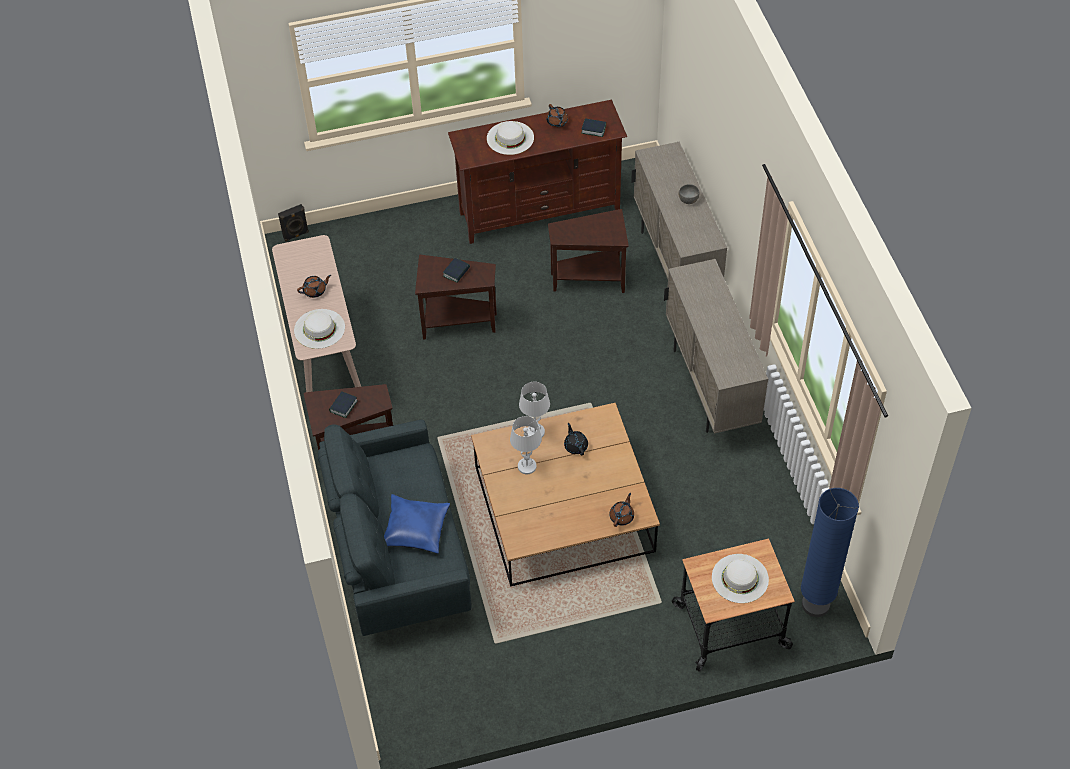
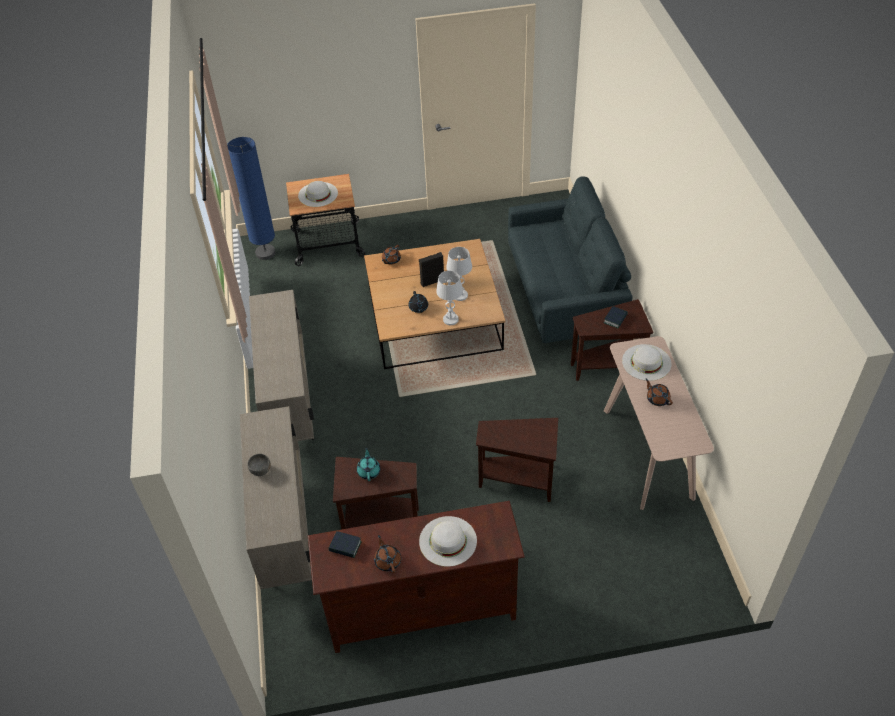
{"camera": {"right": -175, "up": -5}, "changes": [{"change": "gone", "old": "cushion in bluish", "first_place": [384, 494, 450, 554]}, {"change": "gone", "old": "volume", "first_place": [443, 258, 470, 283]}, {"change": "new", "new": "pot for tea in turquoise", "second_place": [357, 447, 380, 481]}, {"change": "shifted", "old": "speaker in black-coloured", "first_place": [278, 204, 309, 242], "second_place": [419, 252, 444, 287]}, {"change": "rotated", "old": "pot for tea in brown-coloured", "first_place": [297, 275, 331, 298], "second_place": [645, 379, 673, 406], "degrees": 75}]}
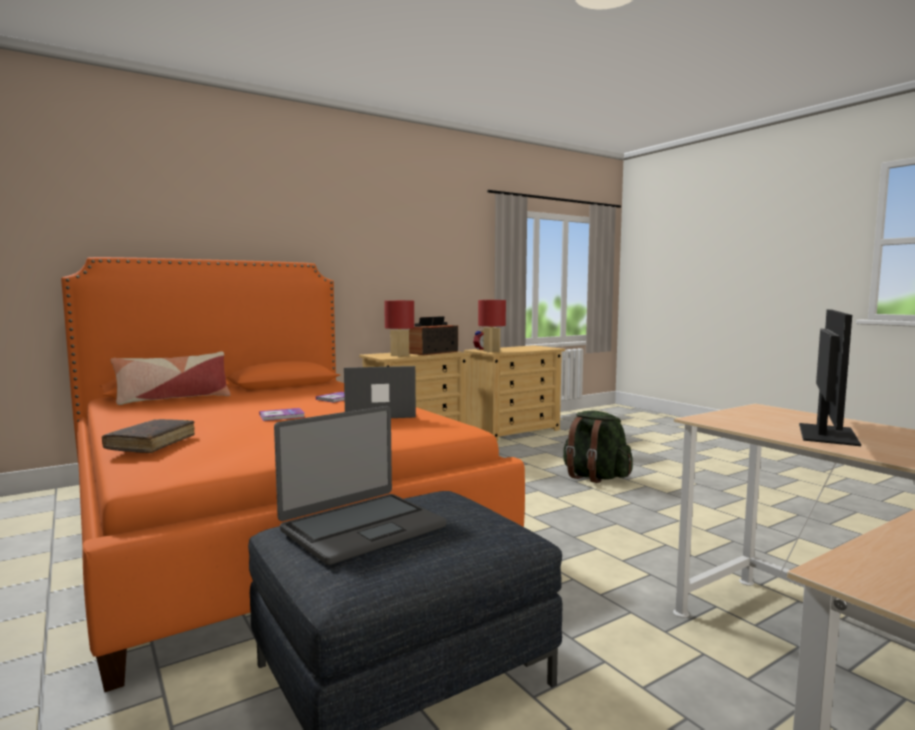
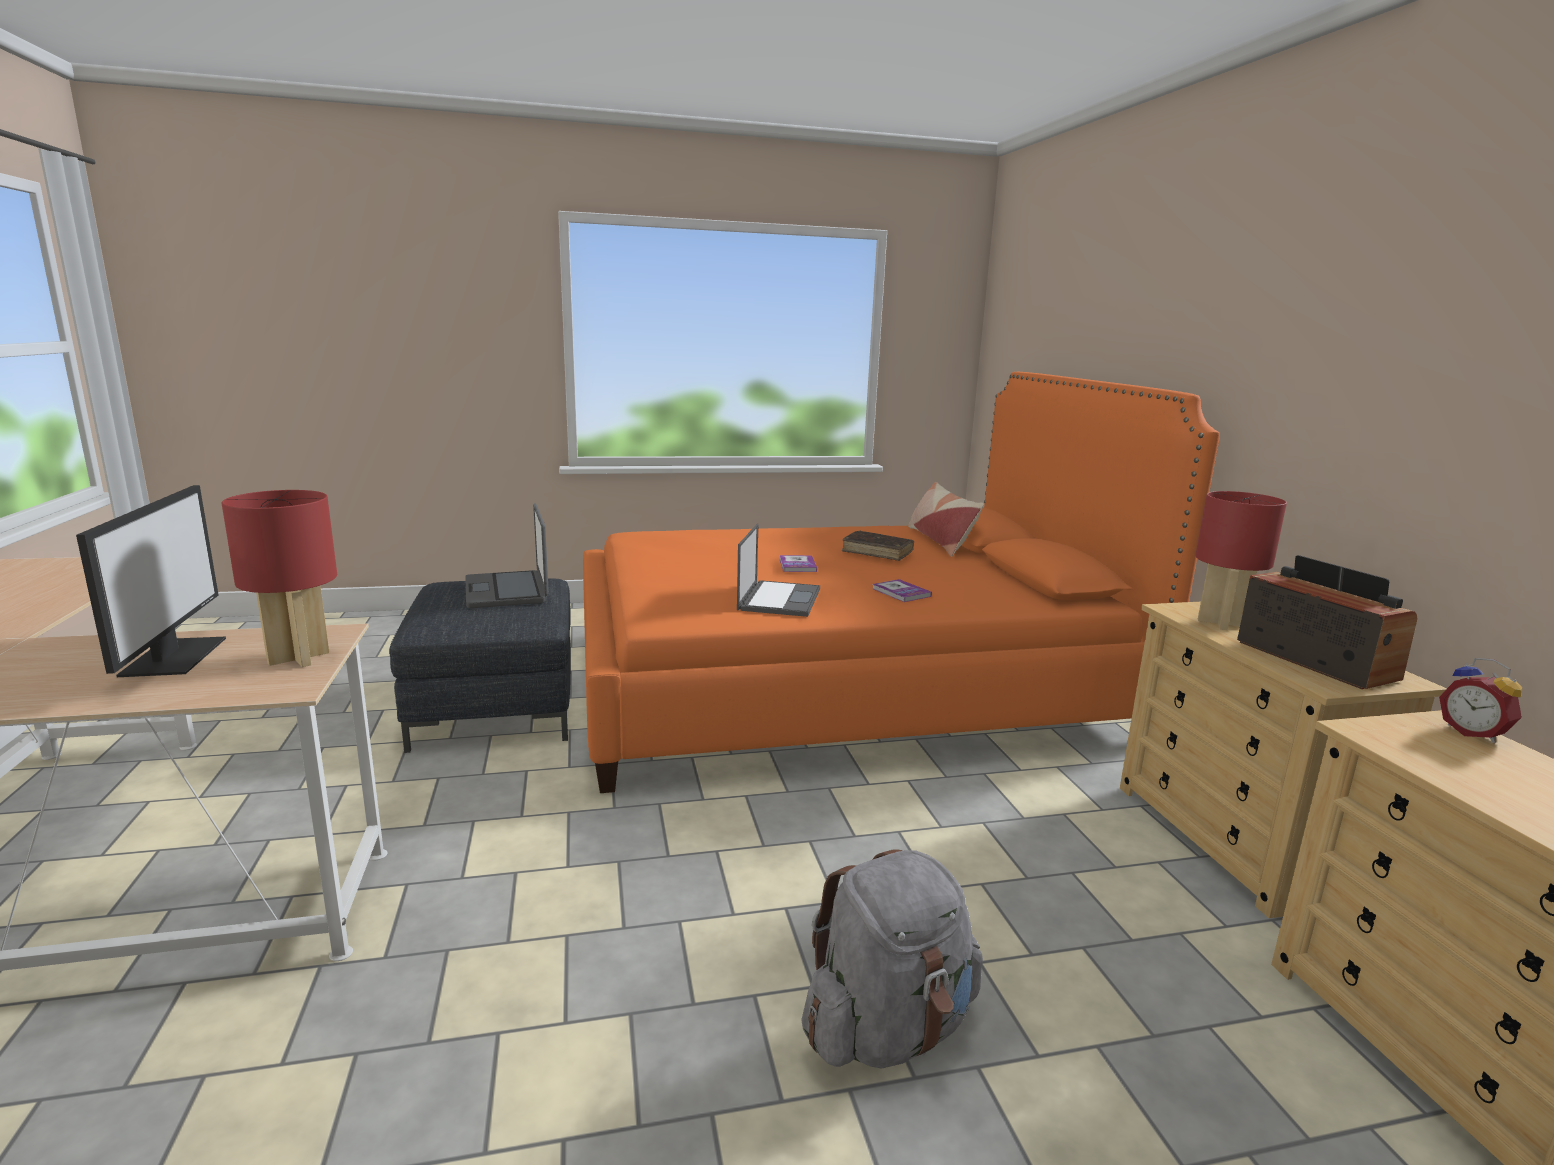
{"camera": {"right": 110, "up": 10}, "changes": [{"change": "shifted", "old": "volume in brown-coloured", "first_place": [102, 419, 195, 453], "second_place": [842, 531, 914, 561]}, {"change": "shifted", "old": "table lamp in reddish", "first_place": [478, 300, 506, 353], "second_place": [221, 490, 337, 667]}, {"change": "repainted", "old": "rucksack in green", "new": "rucksack in gray", "first_place": [563, 411, 632, 483], "second_place": [801, 849, 983, 1069]}, {"change": "rotated", "old": "computer display", "first_place": [799, 309, 861, 446], "second_place": [76, 485, 226, 677], "degrees": -150}]}
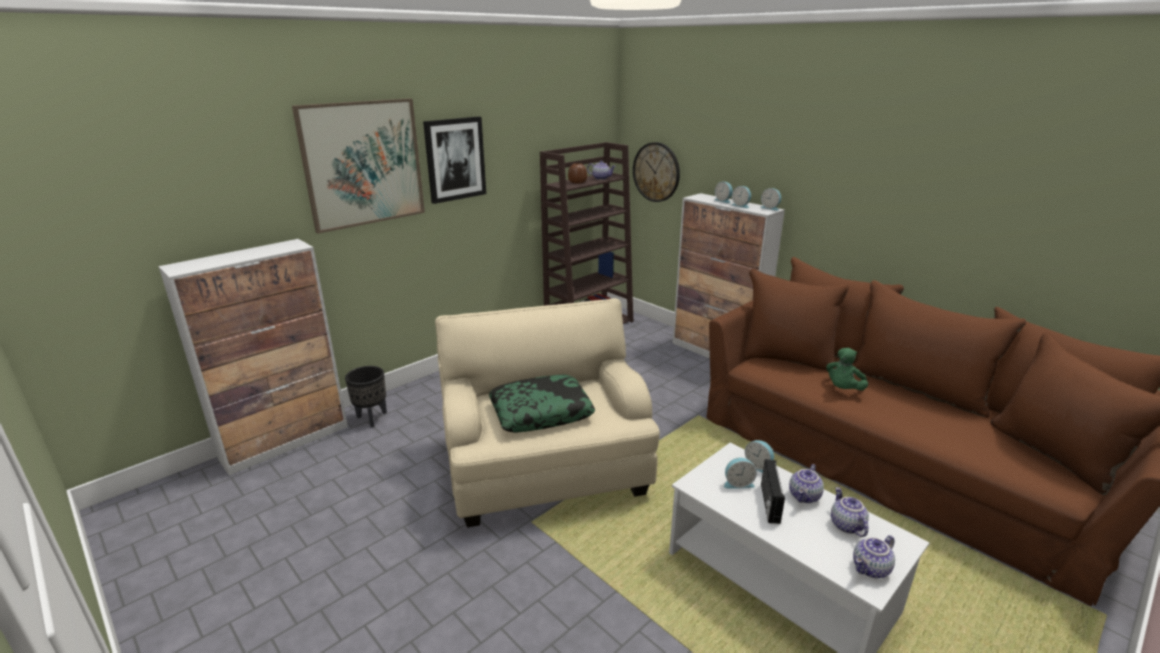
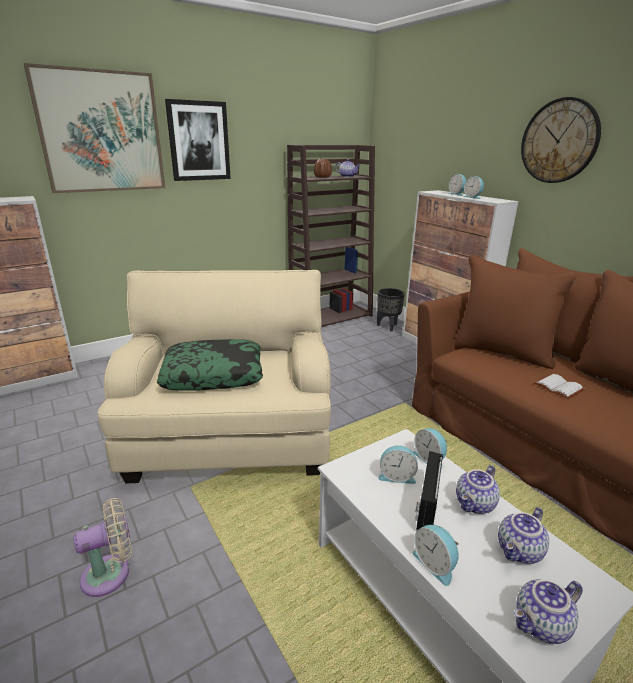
{"camera": {"right": 10, "up": 0}, "changes": [{"change": "new", "new": "cooling fan in beige", "second_place": [73, 498, 132, 597]}, {"change": "shifted", "old": "flower pot in black-coloured", "first_place": [345, 366, 387, 427], "second_place": [377, 288, 405, 332]}, {"change": "shifted", "old": "wall clock", "first_place": [633, 142, 680, 202], "second_place": [521, 97, 601, 183]}, {"change": "shifted", "old": "bedside clock", "first_place": [760, 188, 781, 211], "second_place": [412, 525, 459, 586]}, {"change": "swapped", "old": "soft toy in green", "new": "volume in white", "first_place": [826, 348, 868, 391], "second_place": [534, 374, 585, 399]}, {"change": "rotated", "old": "pot for tea", "first_place": [831, 487, 869, 537], "second_place": [498, 507, 549, 564], "degrees": -135}]}
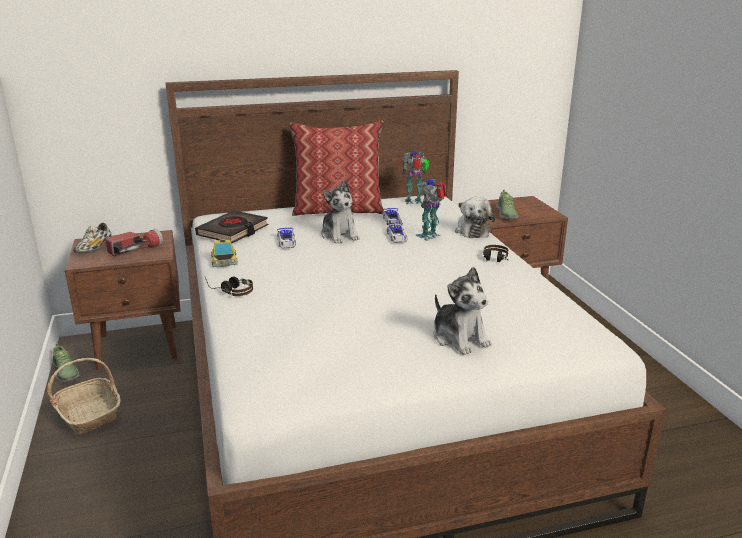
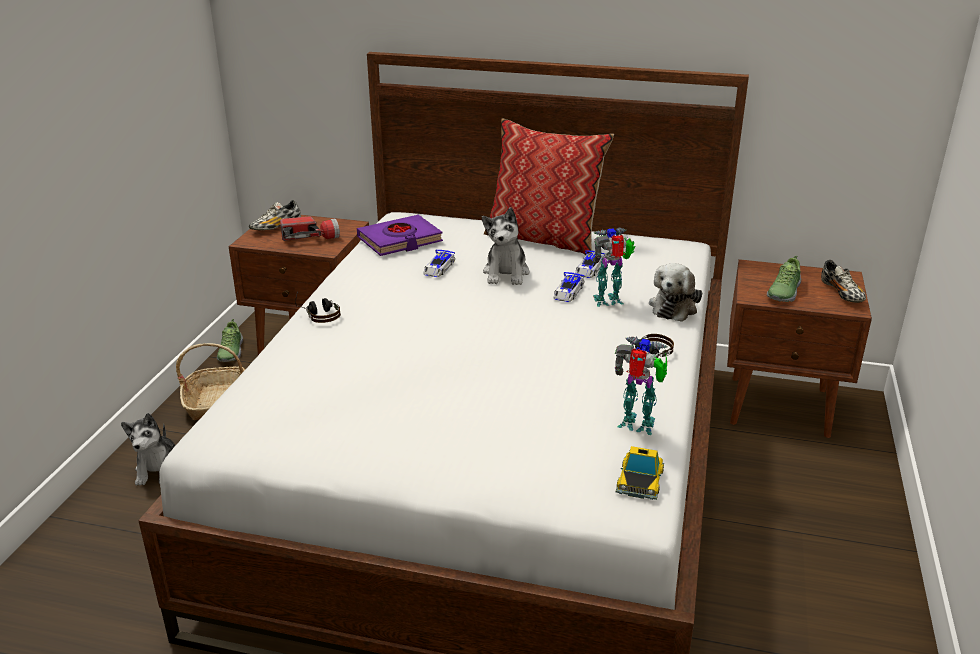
{"camera": {"right": 30, "up": 5}, "changes": [{"change": "new", "new": "low shoe", "second_place": [821, 260, 866, 303]}, {"change": "shifted", "old": "toy car", "first_place": [211, 239, 238, 267], "second_place": [616, 446, 664, 500]}, {"change": "shifted", "old": "toy robot", "first_place": [402, 152, 430, 204], "second_place": [615, 336, 668, 435]}, {"change": "shifted", "old": "soft toy", "first_place": [434, 267, 492, 355], "second_place": [121, 413, 175, 486]}, {"change": "repainted", "old": "volume in black-coloured", "new": "volume in purple", "first_place": [195, 210, 268, 243], "second_place": [357, 215, 443, 256]}]}
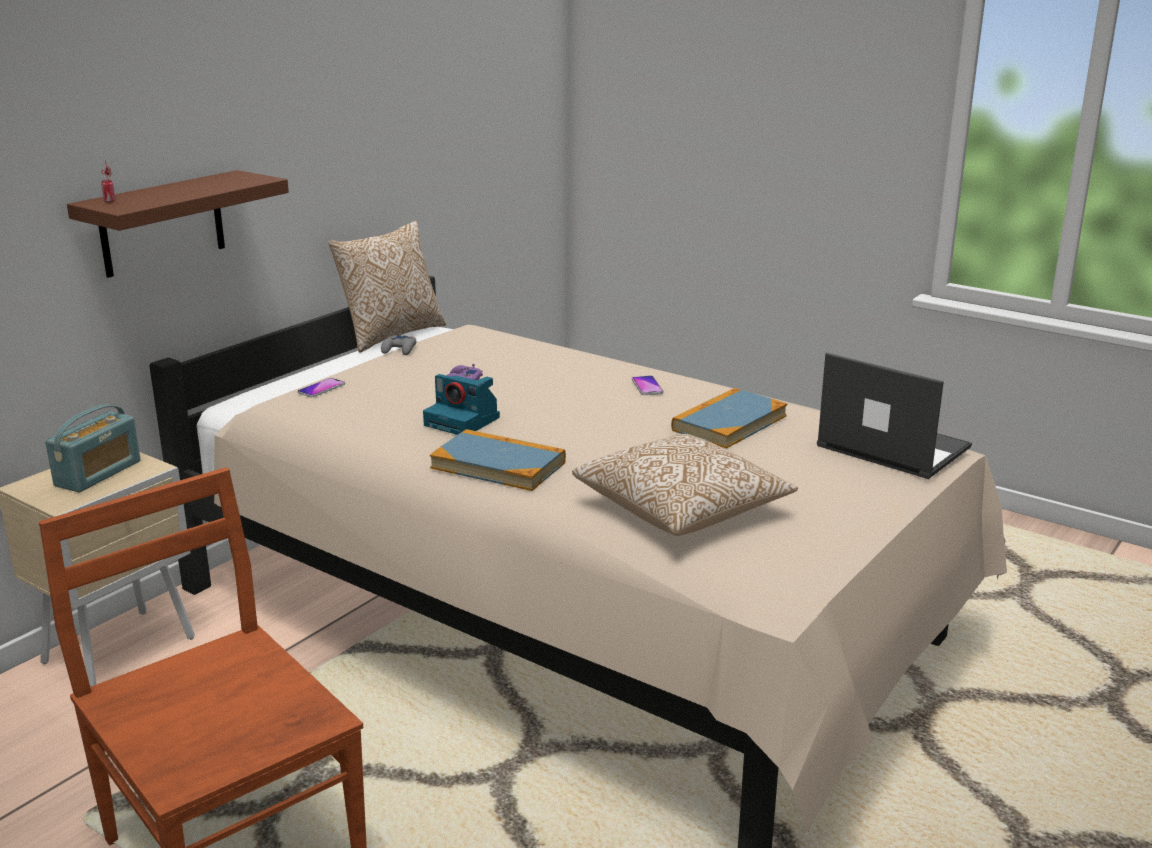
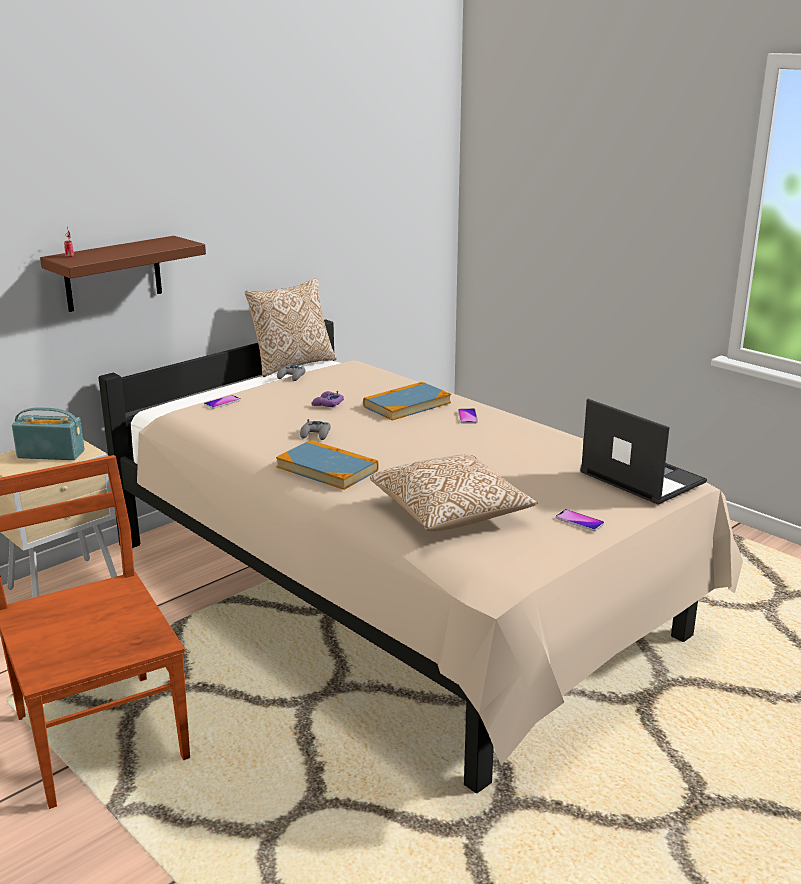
{"camera": {"right": 10, "up": 0}, "changes": [{"change": "new", "new": "phone", "second_place": [555, 509, 604, 531]}, {"change": "shifted", "old": "volume", "first_place": [671, 388, 787, 449], "second_place": [363, 382, 451, 420]}, {"change": "swapped", "old": "photo camera", "new": "game controller in gray", "first_place": [423, 374, 500, 435], "second_place": [300, 419, 331, 440]}, {"change": "rotated", "old": "radio receiver", "first_place": [45, 404, 141, 492], "second_place": [12, 408, 85, 460], "degrees": -120}]}
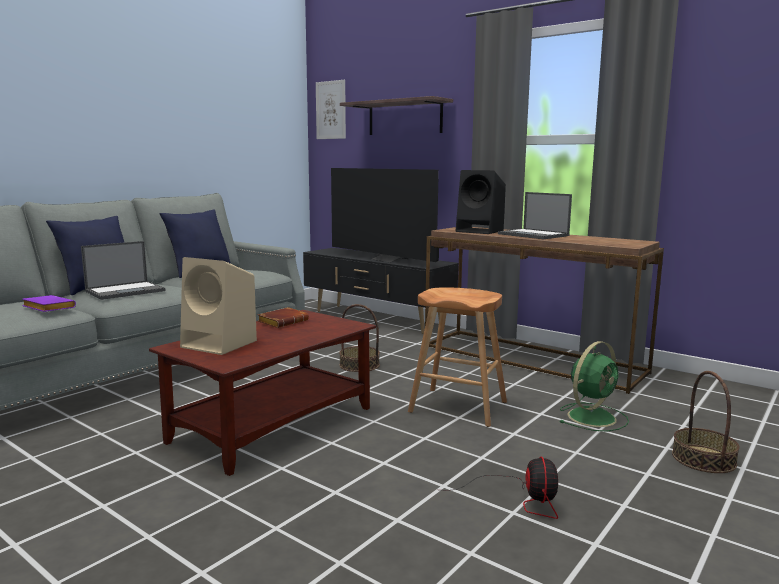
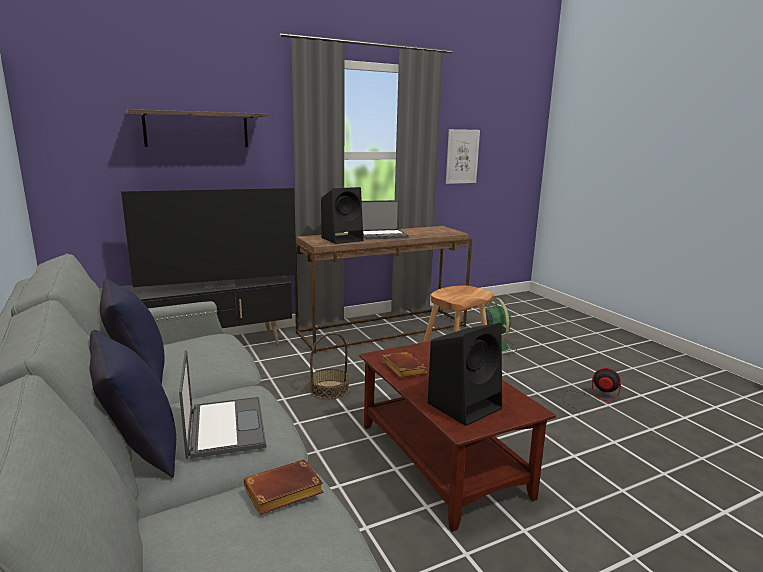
{"camera": {"right": -65, "up": 5}, "changes": [{"change": "gone", "old": "basket", "first_place": [672, 371, 740, 473]}, {"change": "shifted", "old": "wall art", "first_place": [316, 80, 346, 139], "second_place": [446, 129, 480, 184]}, {"change": "repainted", "old": "volume in purple", "new": "volume in brown-coloured", "first_place": [22, 295, 76, 312], "second_place": [244, 460, 324, 515]}, {"change": "repainted", "old": "speaker in beige", "new": "speaker in black-coloured", "first_place": [180, 257, 257, 355], "second_place": [428, 323, 502, 426]}]}
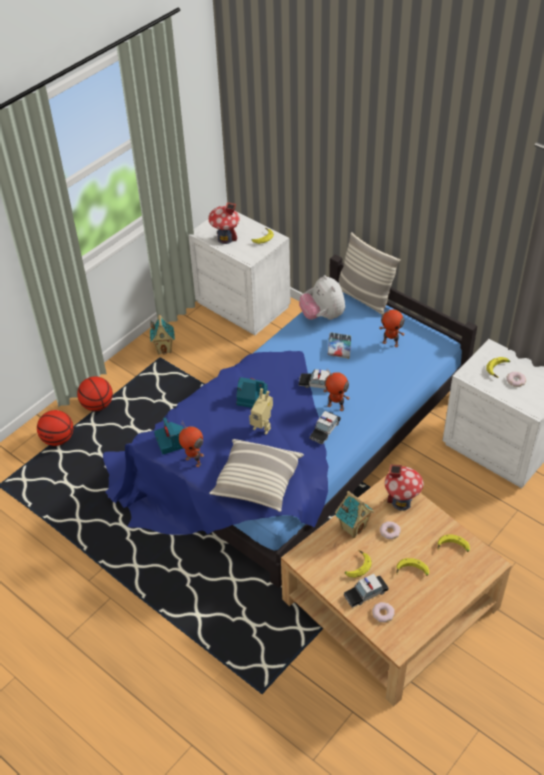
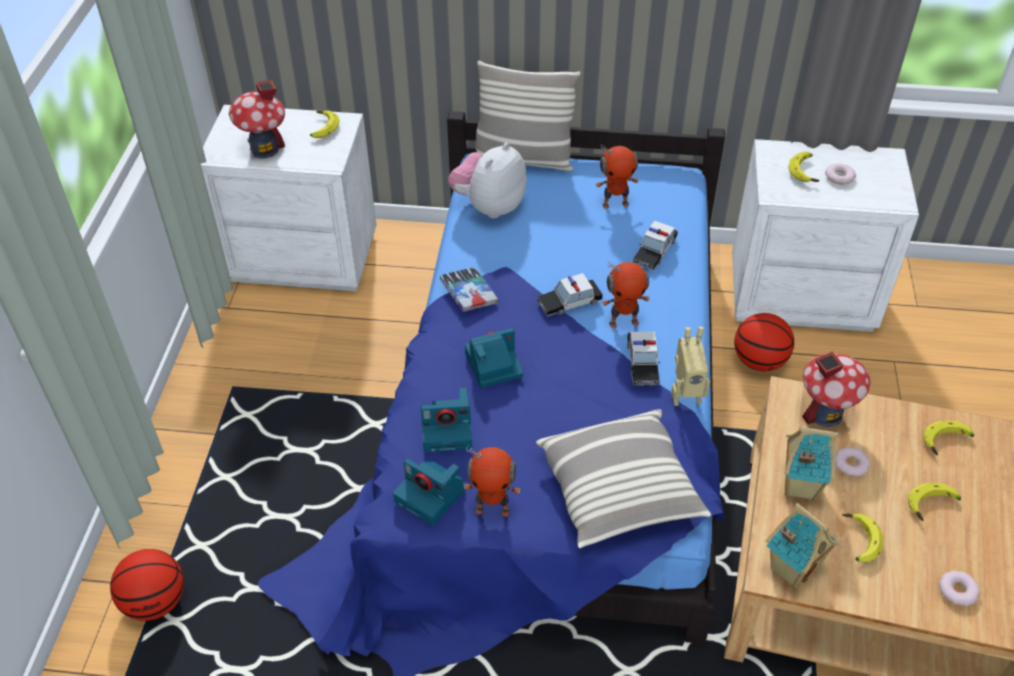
{"camera": {"right": -35, "up": 0}, "changes": [{"change": "new", "new": "photo camera", "second_place": [421, 388, 472, 452]}, {"change": "shifted", "old": "ball for basketball", "first_place": [77, 376, 113, 411], "second_place": [734, 313, 794, 371]}, {"change": "shifted", "old": "miniature house", "first_place": [150, 314, 175, 355], "second_place": [766, 503, 839, 589]}, {"change": "shifted", "old": "toy robot", "first_place": [249, 388, 273, 435], "second_place": [671, 326, 710, 406]}, {"change": "shifted", "old": "volume", "first_place": [328, 332, 351, 359], "second_place": [440, 267, 498, 312]}, {"change": "shifted", "old": "toy car", "first_place": [343, 574, 389, 608], "second_place": [632, 221, 678, 270]}, {"change": "rotated", "old": "soft toy", "first_place": [299, 275, 345, 320], "second_place": [448, 143, 527, 218], "degrees": 90}]}
